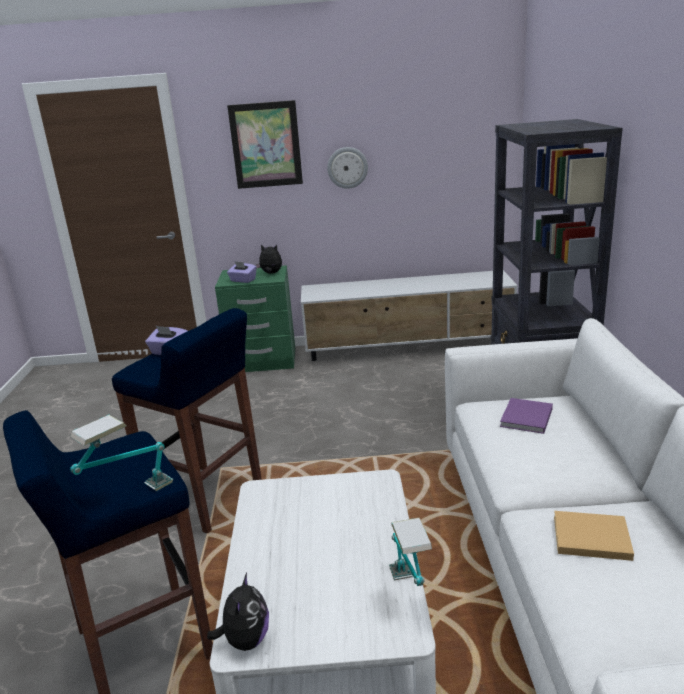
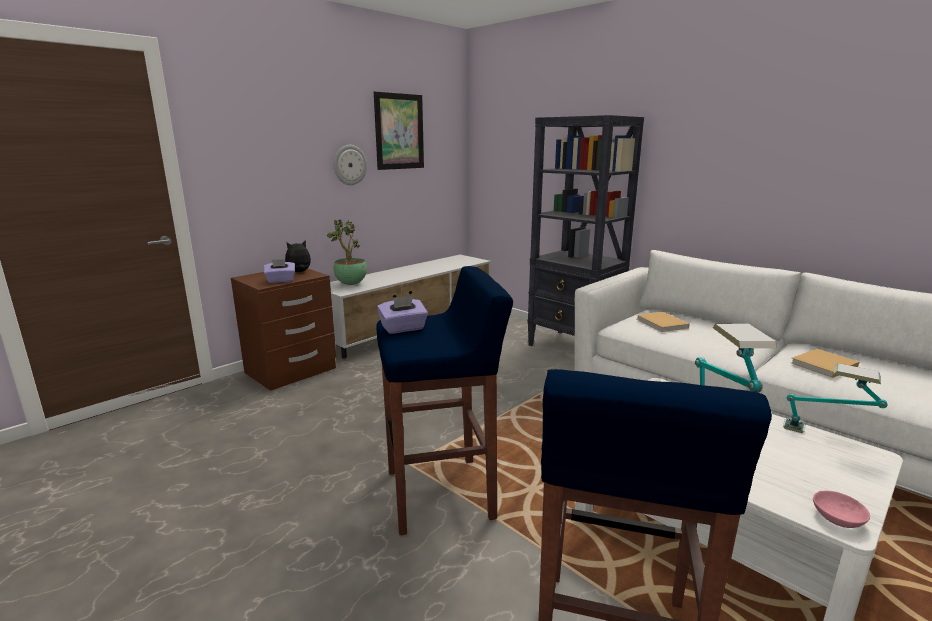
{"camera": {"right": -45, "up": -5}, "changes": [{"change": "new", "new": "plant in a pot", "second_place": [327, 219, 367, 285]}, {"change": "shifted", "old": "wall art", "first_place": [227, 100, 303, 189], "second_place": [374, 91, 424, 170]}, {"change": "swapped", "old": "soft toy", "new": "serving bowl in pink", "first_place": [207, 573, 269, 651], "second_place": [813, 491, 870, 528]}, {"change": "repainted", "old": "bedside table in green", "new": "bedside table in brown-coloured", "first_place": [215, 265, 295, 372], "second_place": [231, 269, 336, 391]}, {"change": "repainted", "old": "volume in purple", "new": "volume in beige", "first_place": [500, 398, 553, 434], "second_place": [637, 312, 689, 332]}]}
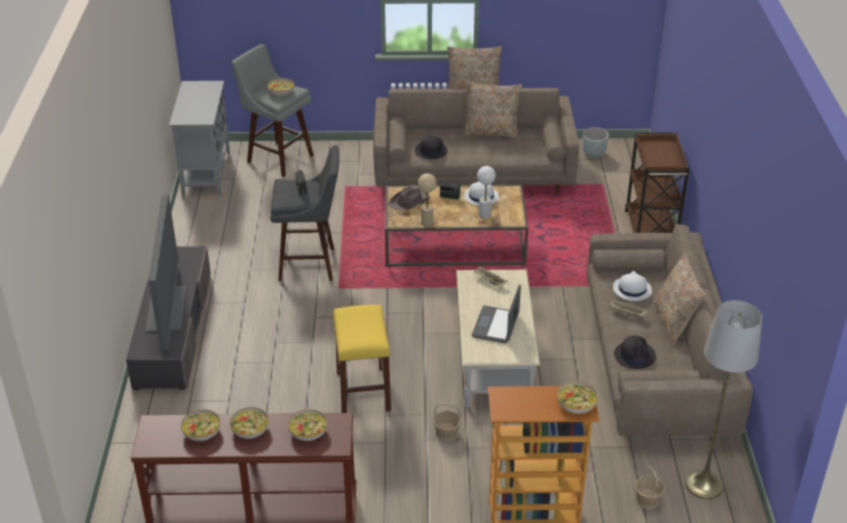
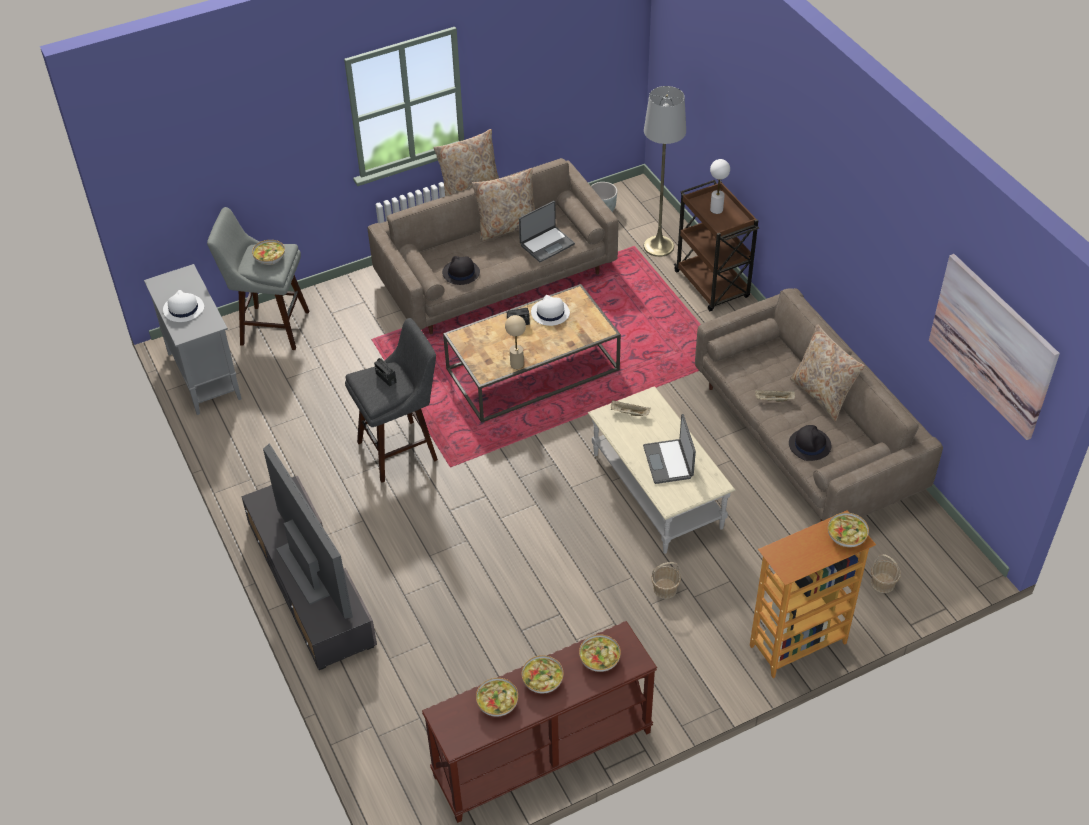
{"camera": {"right": -25, "up": 10}, "changes": [{"change": "gone", "old": "stool in yellow", "first_place": [333, 305, 391, 413]}, {"change": "gone", "old": "wearable hat in brown-coloured", "first_place": [389, 185, 431, 212]}, {"change": "new", "new": "laptop", "second_place": [519, 201, 575, 262]}, {"change": "new", "new": "wall art", "second_place": [929, 254, 1060, 440]}, {"change": "shifted", "old": "table lamp in white", "first_place": [477, 166, 496, 219], "second_place": [710, 159, 730, 214]}, {"change": "shifted", "old": "wearable hat in white", "first_place": [613, 271, 652, 301], "second_place": [163, 290, 204, 322]}, {"change": "shifted", "old": "standing lamp in gray", "first_place": [685, 300, 762, 499], "second_place": [644, 86, 686, 257]}]}
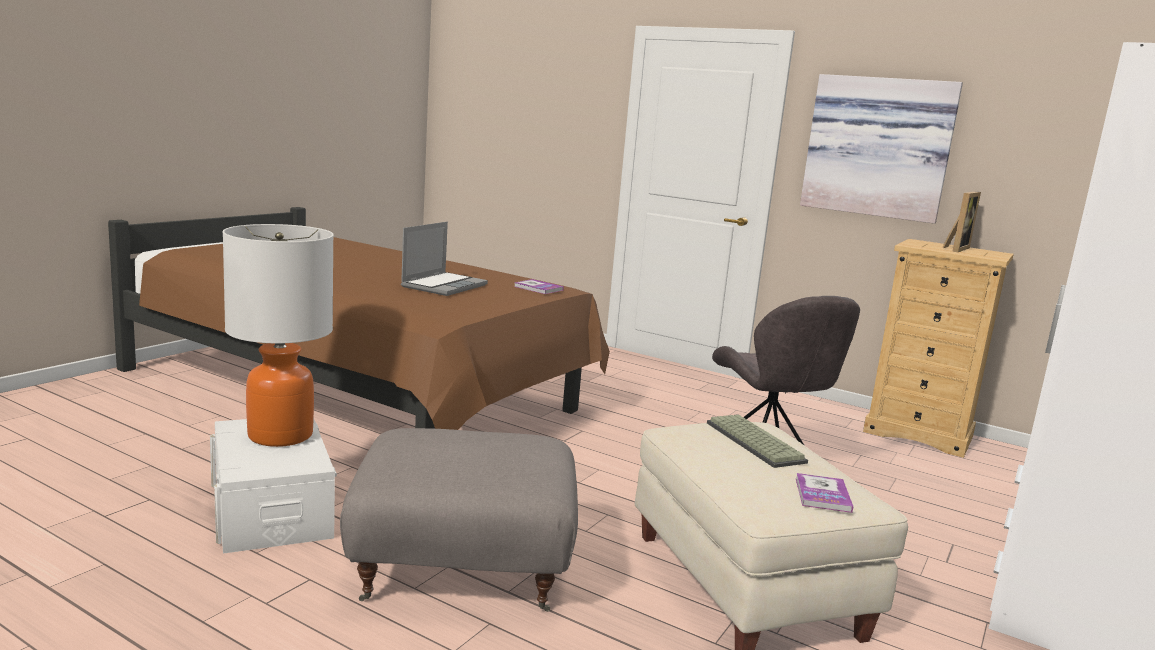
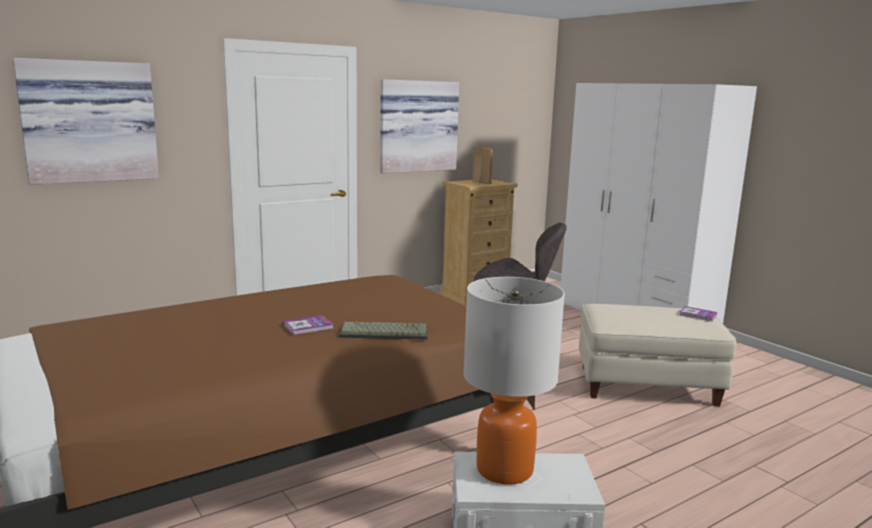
{"camera": {"right": -65, "up": 0}, "changes": [{"change": "gone", "old": "ottoman in gray", "first_place": [340, 428, 578, 612]}, {"change": "gone", "old": "laptop", "first_place": [401, 222, 488, 296]}, {"change": "new", "new": "wall art", "second_place": [13, 58, 159, 185]}, {"change": "shifted", "old": "volume", "first_place": [514, 279, 564, 294], "second_place": [283, 315, 334, 335]}, {"change": "shifted", "old": "keyboard", "first_place": [707, 414, 808, 468], "second_place": [338, 322, 428, 340]}]}
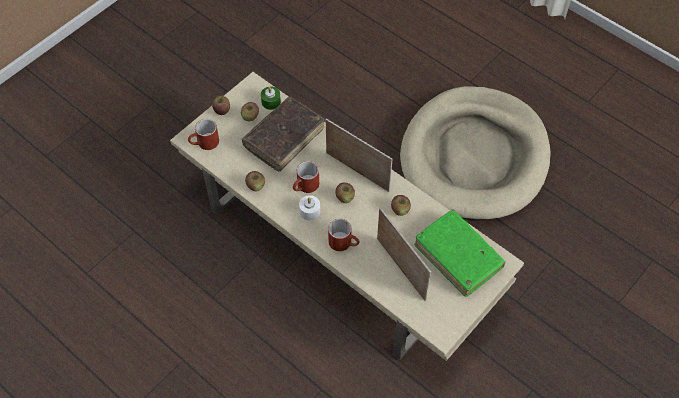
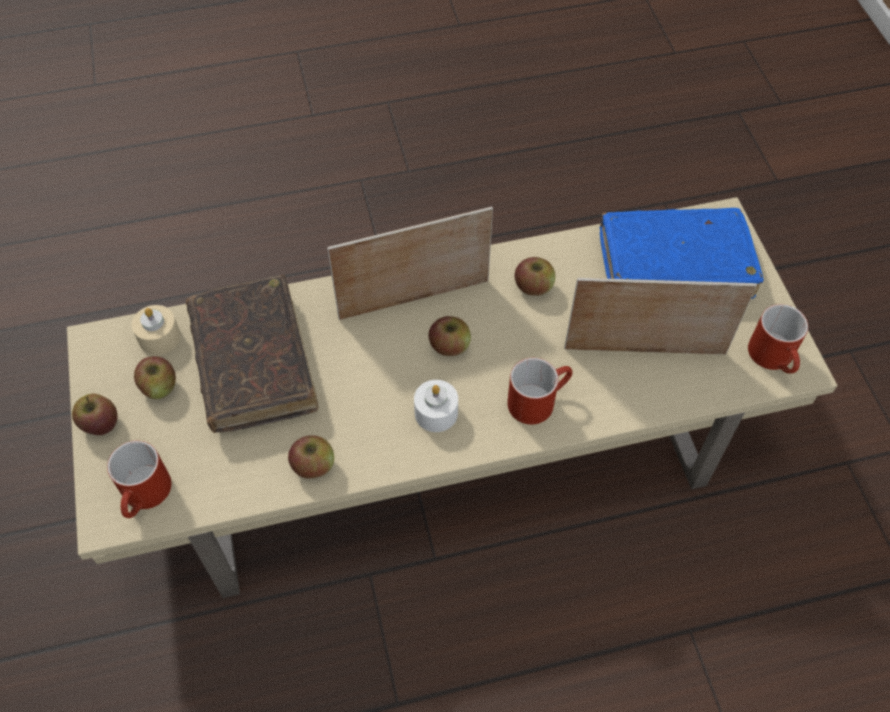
{"camera": {"right": -55, "up": 0}, "changes": [{"change": "gone", "old": "dog cushion in beige", "first_place": [400, 86, 551, 220]}, {"change": "shifted", "old": "coffee mug in reddish", "first_place": [293, 161, 319, 193], "second_place": [748, 304, 808, 374]}, {"change": "repainted", "old": "wax light in green", "new": "wax light in beige", "first_place": [261, 87, 281, 110], "second_place": [132, 305, 181, 355]}, {"change": "repainted", "old": "volume in green", "new": "volume in bluish", "first_place": [414, 209, 506, 297], "second_place": [600, 208, 764, 299]}]}
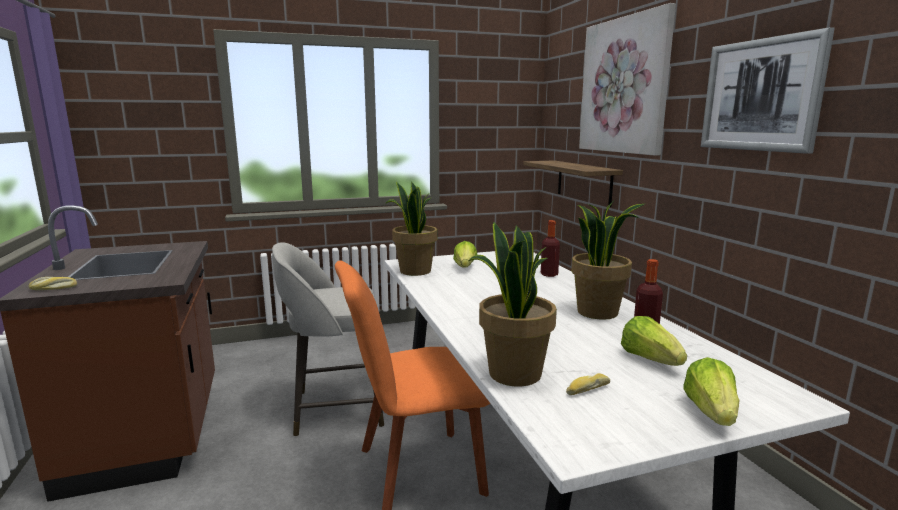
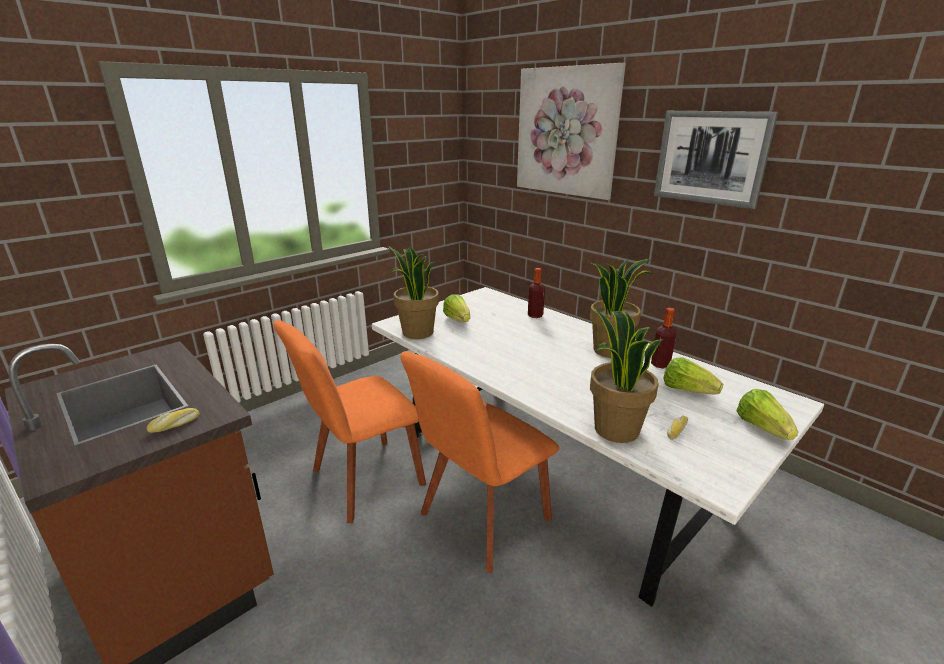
{"camera": {"right": -25, "up": 10}, "changes": [{"change": "gone", "old": "bracket shelf", "first_place": [523, 160, 623, 207]}, {"change": "shifted", "old": "bakery bread", "first_place": [28, 277, 77, 290], "second_place": [147, 408, 200, 433]}, {"change": "swapped", "old": "stool in gray", "new": "chair in orange", "first_place": [272, 242, 384, 436], "second_place": [273, 320, 426, 524]}]}
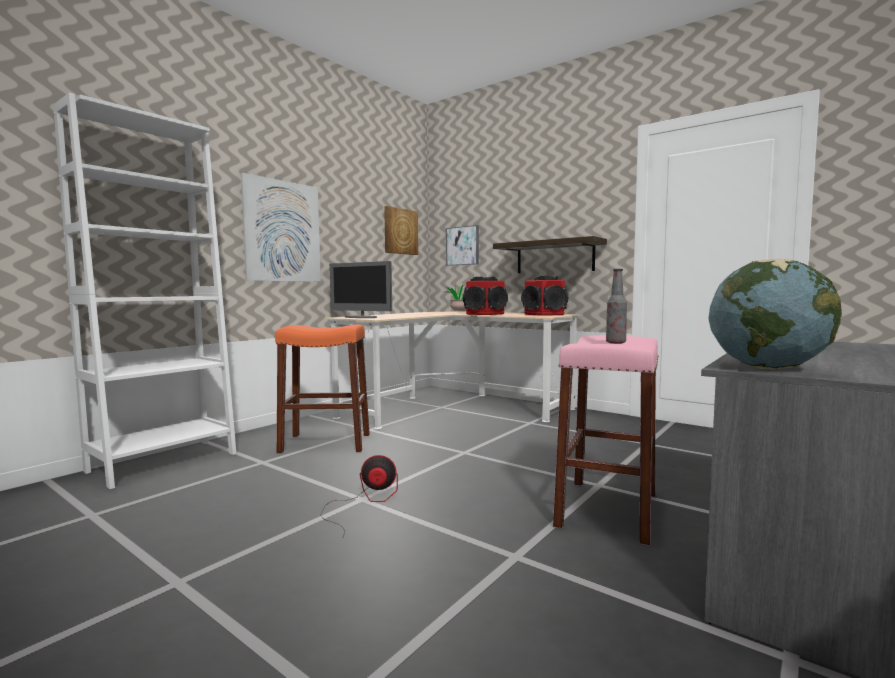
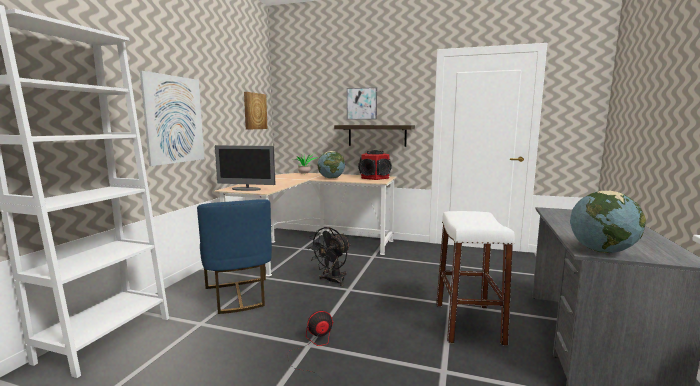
{"camera": {"right": -20, "up": 5}, "changes": [{"change": "gone", "old": "drink bottle", "first_place": [606, 269, 627, 344]}, {"change": "new", "new": "cooling fan in black-coloured", "second_place": [307, 227, 351, 286]}, {"change": "shifted", "old": "wall art", "first_place": [446, 225, 479, 266], "second_place": [347, 87, 377, 119]}, {"change": "swapped", "old": "stool in orange", "new": "chair in bluish", "first_place": [275, 325, 370, 453], "second_place": [197, 199, 272, 314]}, {"change": "swapped", "old": "speaker", "new": "desk globe", "first_place": [463, 277, 508, 315], "second_place": [317, 151, 345, 179]}, {"change": "repainted", "old": "stool in pink", "new": "stool in white", "first_place": [553, 335, 659, 546], "second_place": [436, 211, 515, 346]}]}
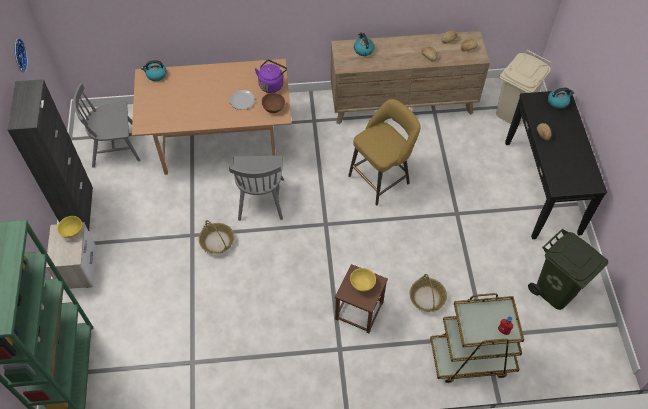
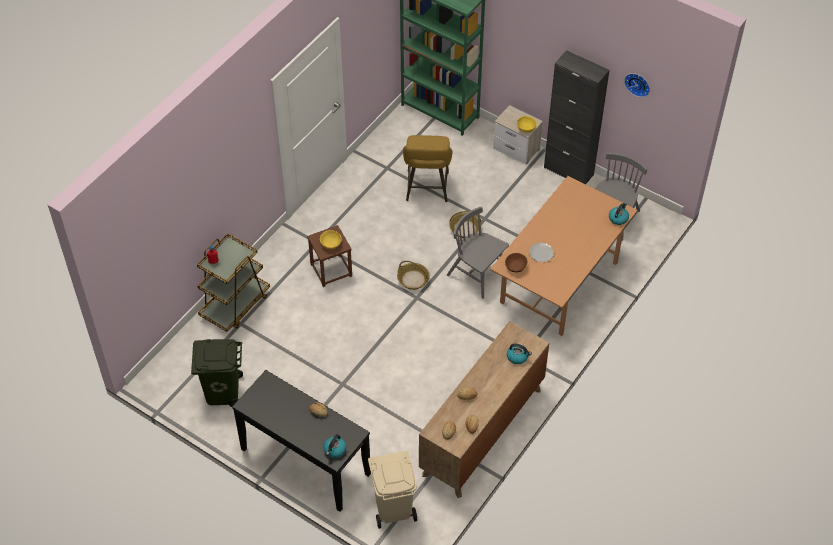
{"camera": {"right": 130, "up": -5}, "changes": [{"change": "gone", "old": "water kettle in purple", "first_place": [255, 60, 287, 93]}, {"change": "shifted", "old": "stool in yellow", "first_place": [348, 99, 420, 206], "second_place": [403, 135, 452, 202]}, {"change": "shifted", "old": "basket", "first_place": [410, 274, 447, 312], "second_place": [397, 261, 430, 290]}]}
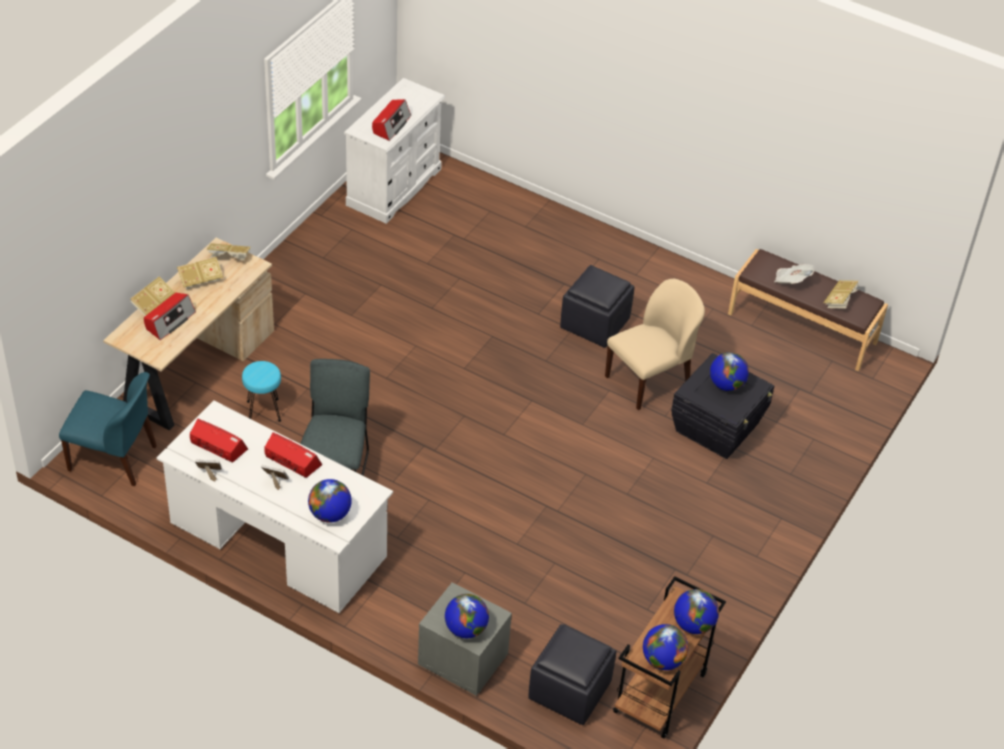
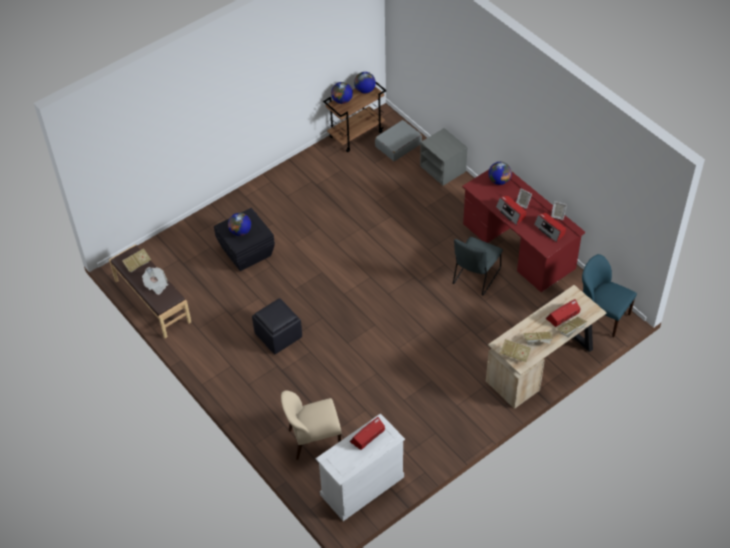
{"camera": {"right": -155, "up": 5}, "changes": [{"change": "gone", "old": "stool in turquoise", "first_place": [242, 361, 281, 422]}, {"change": "gone", "old": "desk globe", "first_place": [445, 594, 489, 638]}, {"change": "shifted", "old": "chair in beige", "first_place": [605, 279, 705, 410], "second_place": [281, 390, 342, 460]}, {"change": "swapped", "old": "ottoman in black-coloured", "new": "travel case in gray", "first_place": [528, 624, 617, 725], "second_place": [375, 120, 422, 161]}, {"change": "repainted", "old": "desk in white", "new": "desk in reddish", "first_place": [156, 400, 393, 613], "second_place": [462, 170, 585, 293]}]}
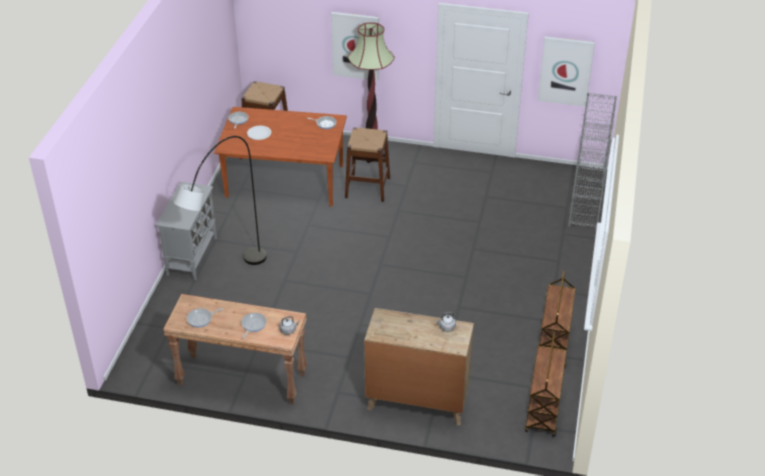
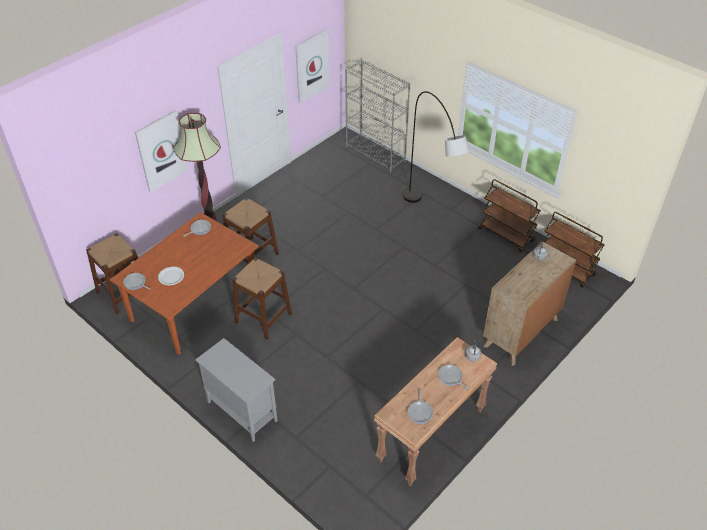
{"camera": {"right": -60, "up": 5}, "changes": [{"change": "new", "new": "stool in brown-coloured", "second_place": [232, 258, 292, 340]}, {"change": "shifted", "old": "standing lamp in gray", "first_place": [173, 136, 267, 265], "second_place": [403, 91, 470, 203]}]}
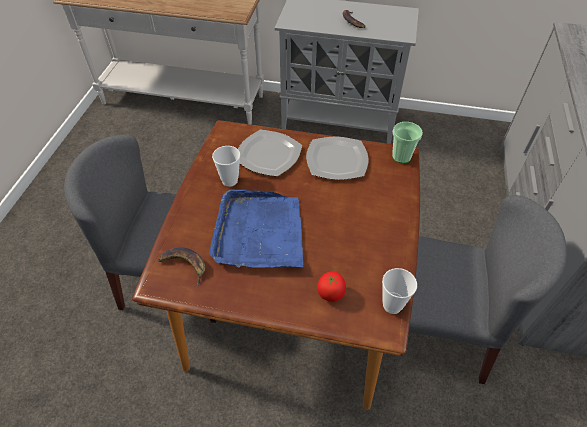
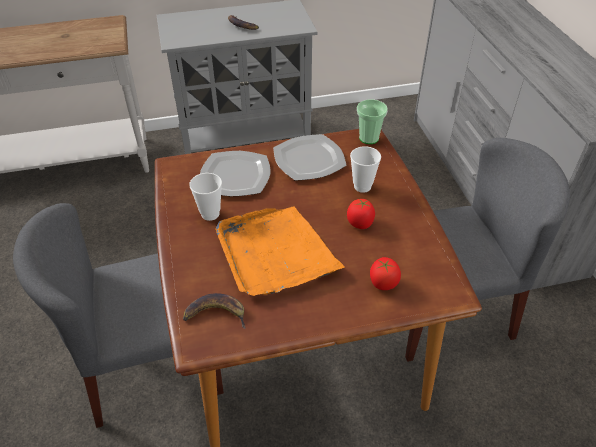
{"camera": {"right": -25, "up": -5}, "changes": [{"change": "new", "new": "tomato", "second_place": [347, 199, 375, 229]}, {"change": "shifted", "old": "drinking cup", "first_place": [382, 268, 417, 314], "second_place": [350, 146, 381, 193]}, {"change": "repainted", "old": "carrying tray in bluish", "new": "carrying tray in orange", "first_place": [209, 190, 303, 268], "second_place": [215, 206, 345, 296]}]}
